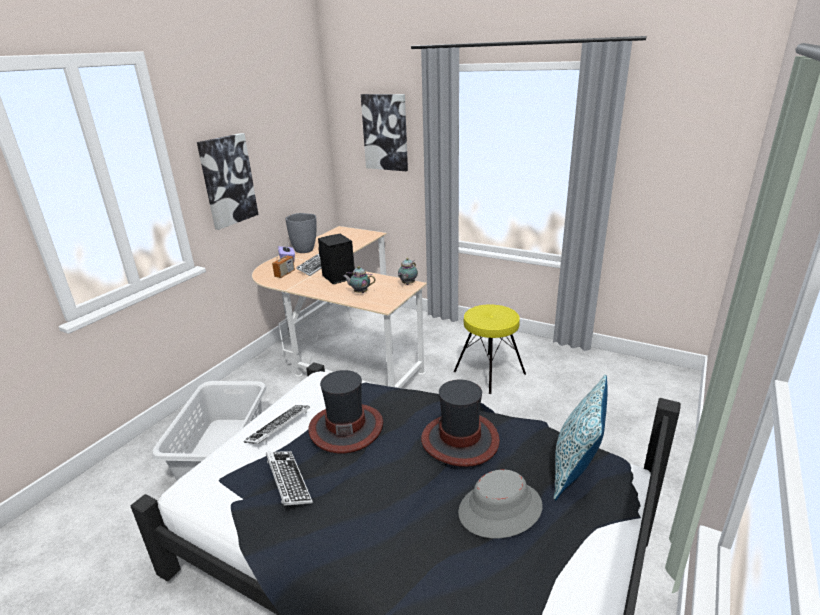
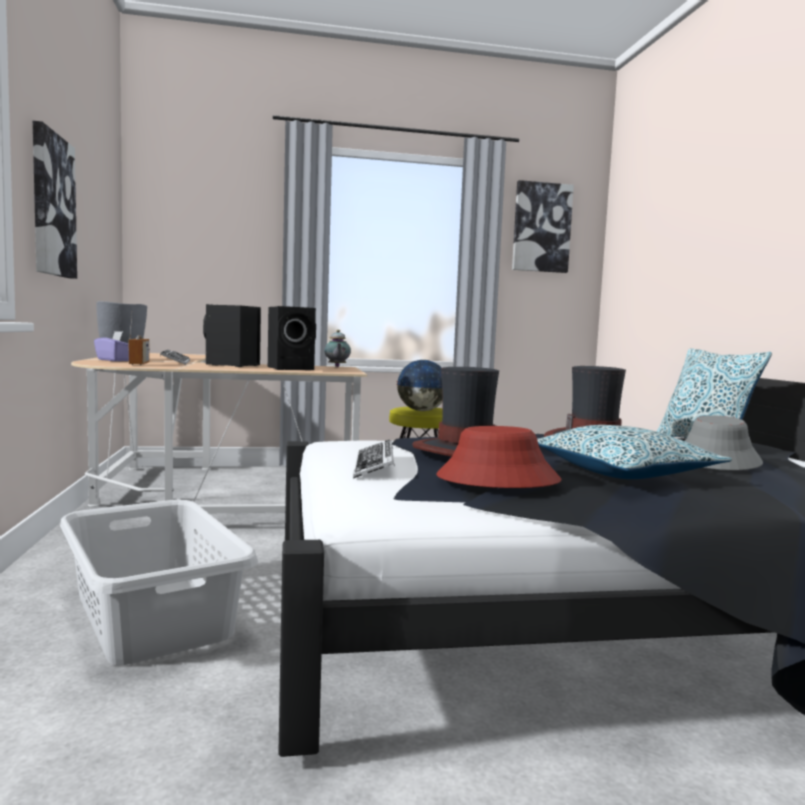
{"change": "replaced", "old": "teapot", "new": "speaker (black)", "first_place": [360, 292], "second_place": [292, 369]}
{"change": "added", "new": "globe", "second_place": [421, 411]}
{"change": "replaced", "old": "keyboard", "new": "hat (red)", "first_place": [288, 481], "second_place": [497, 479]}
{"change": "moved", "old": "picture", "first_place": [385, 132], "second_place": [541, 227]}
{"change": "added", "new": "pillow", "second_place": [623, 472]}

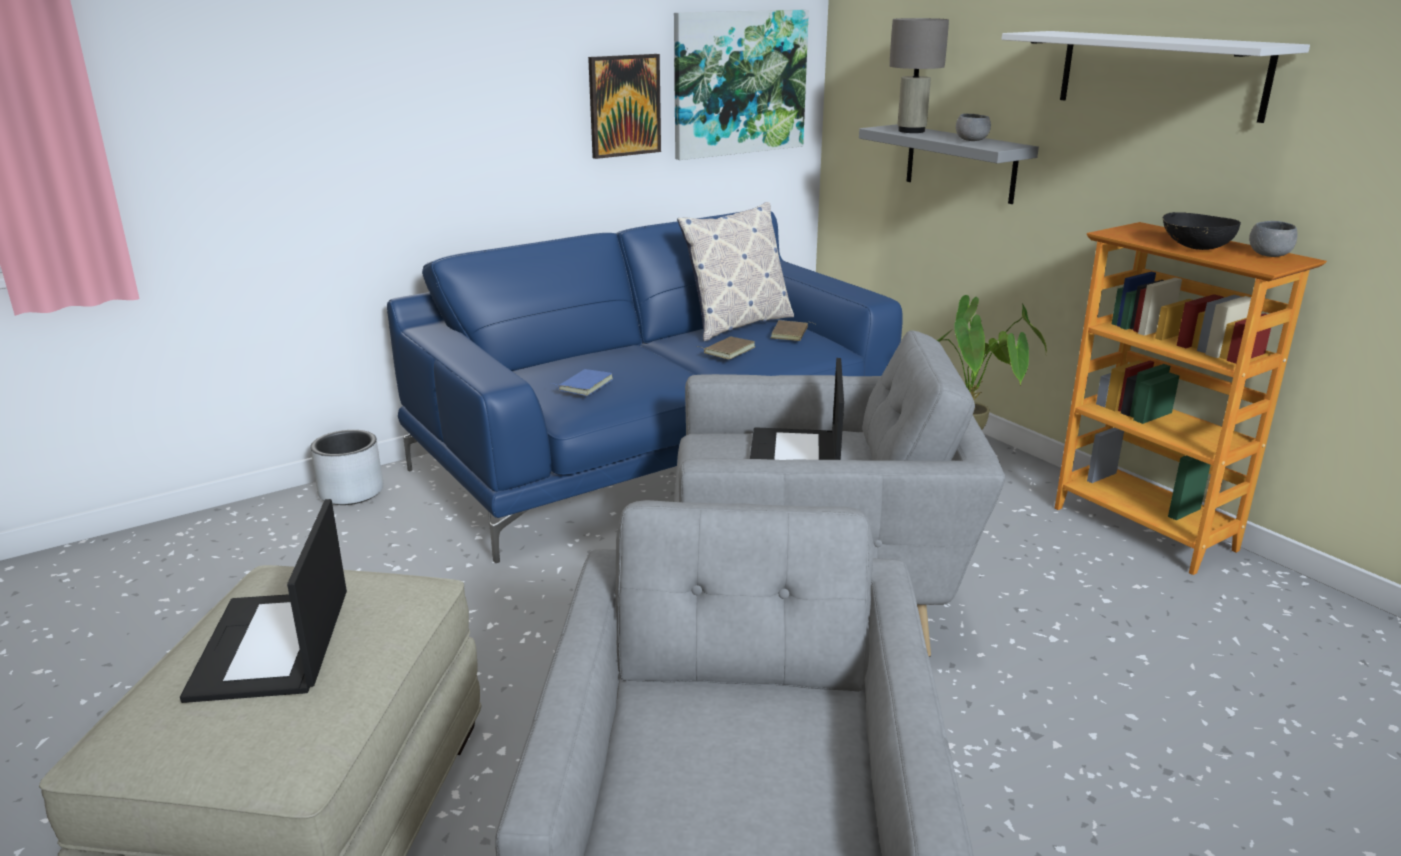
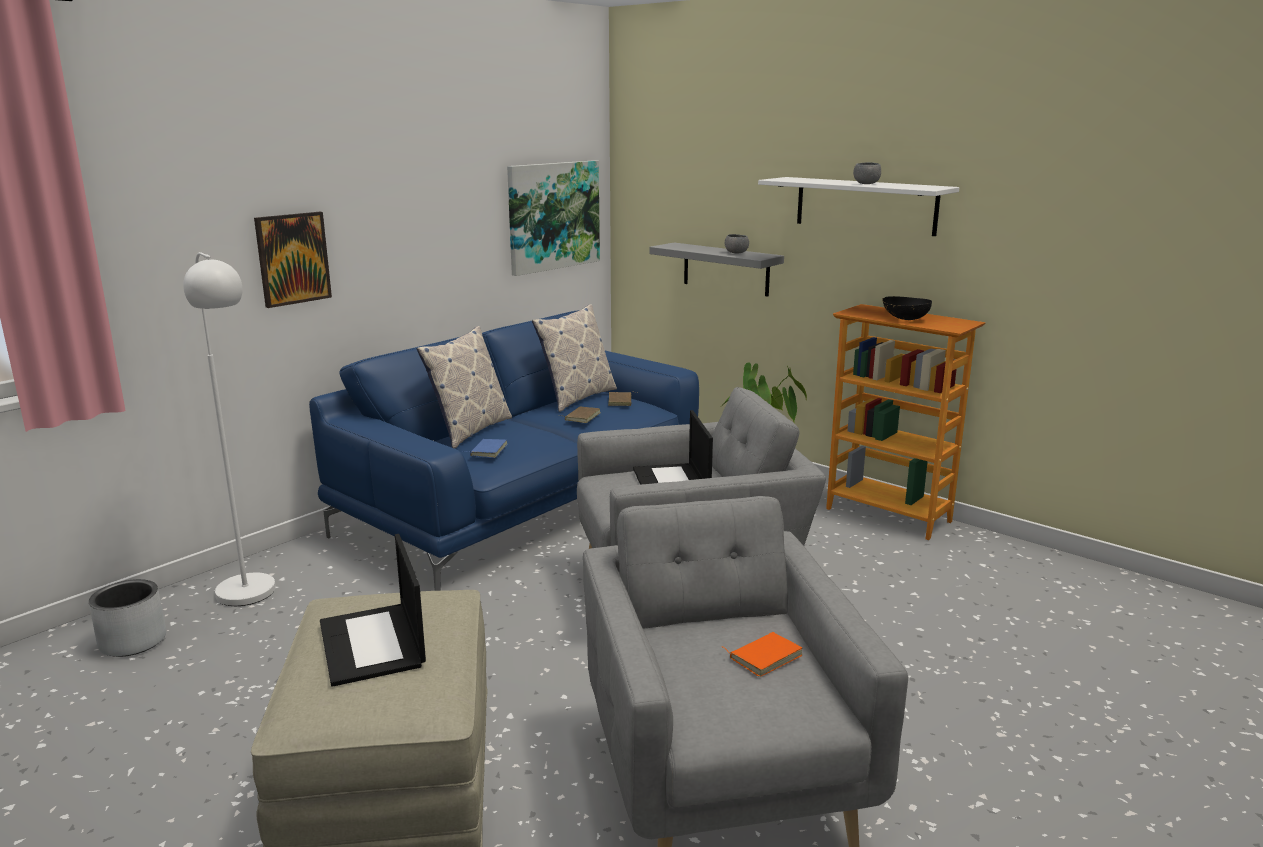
{"change": "moved", "old": "planter (grey)", "first_place": [351, 492], "second_place": [133, 641]}
{"change": "added", "new": "floor lamp (white)", "second_place": [252, 599]}
{"change": "moved", "old": "picture", "first_place": [624, 105], "second_place": [292, 258]}
{"change": "added", "new": "pillow", "second_place": [469, 430]}
{"change": "added", "new": "book (orange)", "second_place": [764, 656]}
{"change": "moved", "old": "bowl (grey)", "first_place": [1269, 255], "second_place": [866, 184]}
{"change": "removed", "old": "table lamp (grey)", "first_place": [911, 131]}

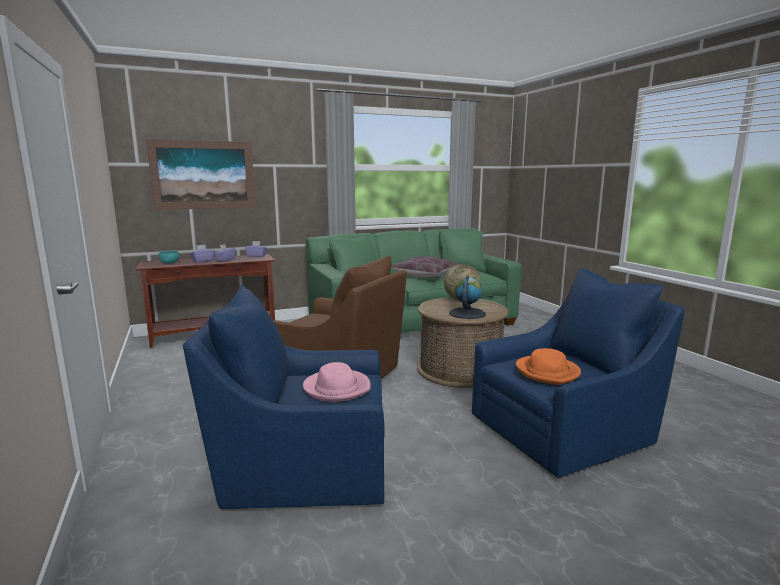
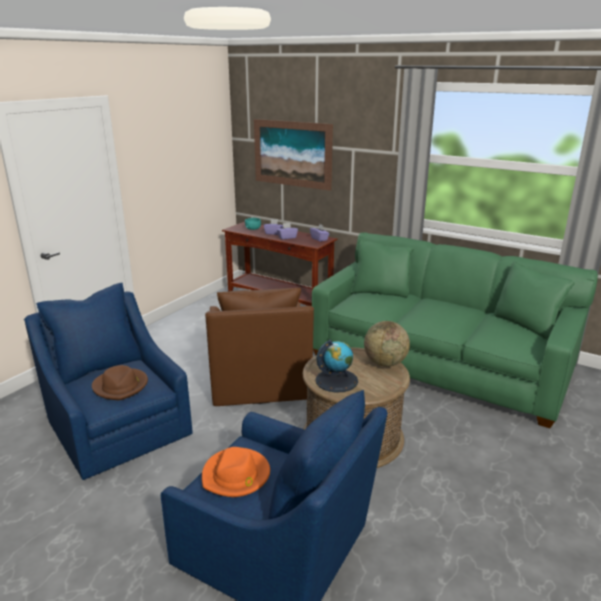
{"change": "recoloured", "old": "hat (pink)", "new": "hat (brown)", "first_place": [337, 388], "second_place": [121, 386]}
{"change": "removed", "old": "pillow (brown)", "first_place": [424, 275]}

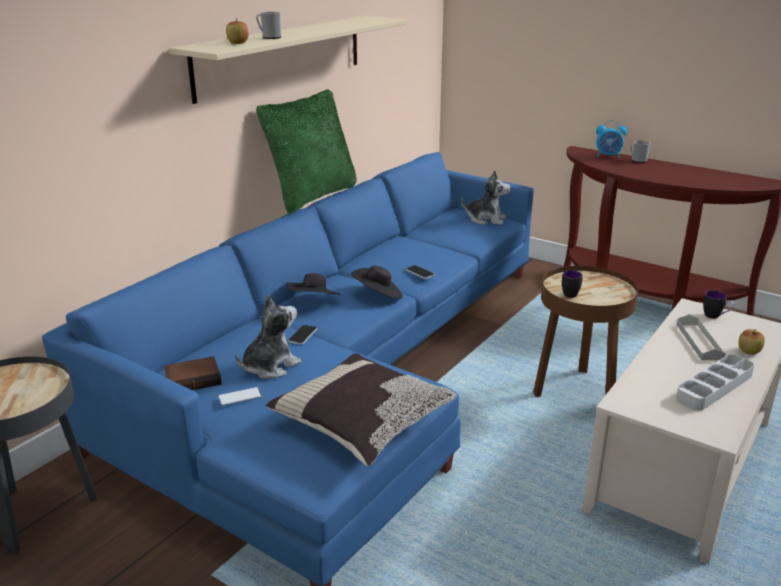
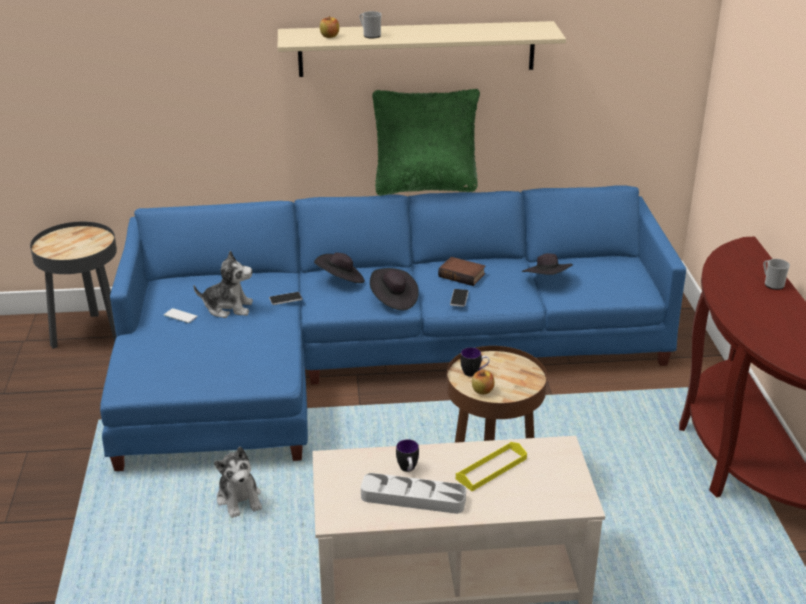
{"change": "moved", "old": "plush toy", "first_place": [486, 219], "second_place": [239, 499]}
{"change": "moved", "old": "mug", "first_place": [715, 316], "second_place": [408, 470]}
{"change": "moved", "old": "book", "first_place": [193, 379], "second_place": [463, 275]}
{"change": "recoloured", "old": "tray (grey)", "new": "tray (yellow)", "first_place": [699, 341], "second_place": [491, 469]}
{"change": "moved", "old": "apple", "first_place": [749, 351], "second_place": [482, 391]}
{"change": "added", "new": "hat (black)", "second_place": [547, 280]}
{"change": "removed", "old": "pillow", "first_place": [362, 422]}
{"change": "removed", "old": "alarm clock", "first_place": [608, 156]}

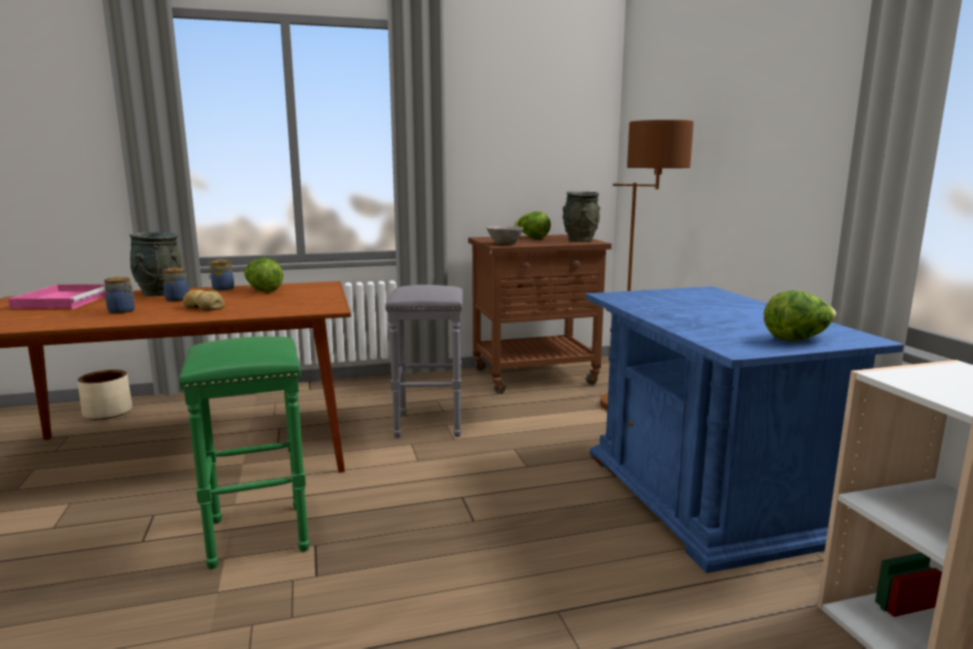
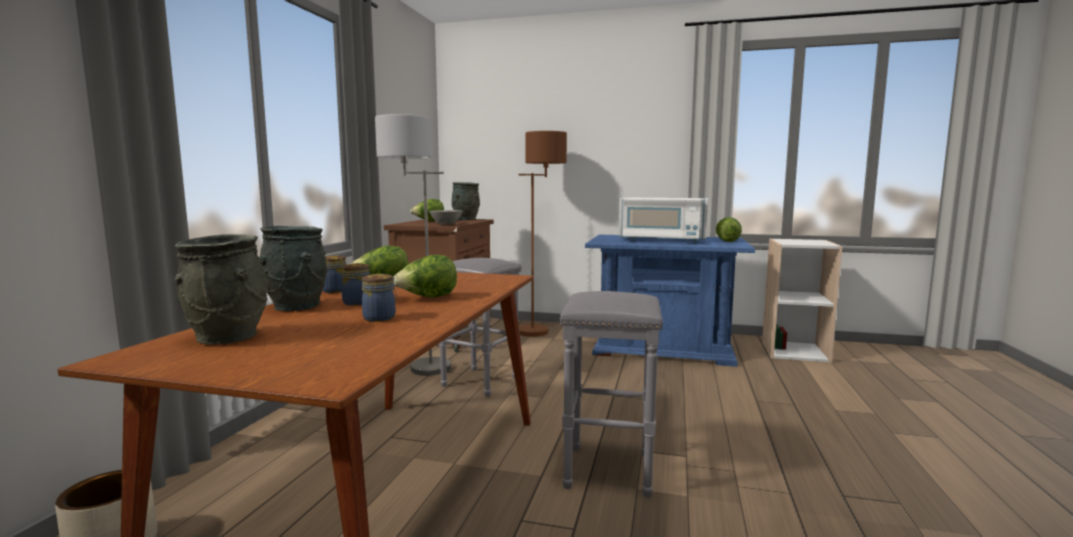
{"change": "replaced", "old": "tray (pink)", "new": "vase (grey)", "first_place": [65, 300], "second_place": [228, 337]}
{"change": "added", "new": "floor lamp (grey)", "second_place": [418, 370]}
{"change": "replaced", "old": "bread", "new": "lettuce", "first_place": [203, 307], "second_place": [427, 298]}
{"change": "recoloured", "old": "stool (green)", "new": "stool (grey)", "first_place": [256, 536], "second_place": [610, 471]}
{"change": "added", "new": "microwave (white)", "second_place": [662, 240]}

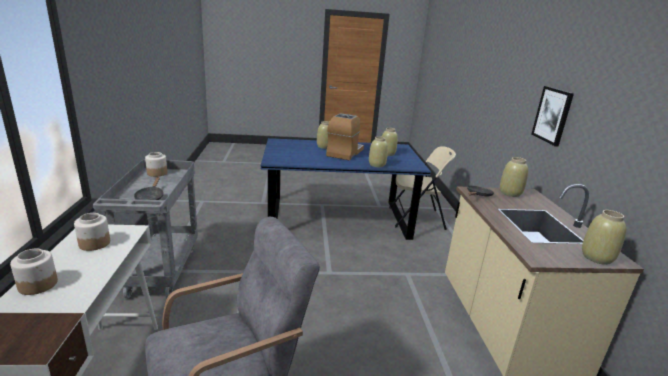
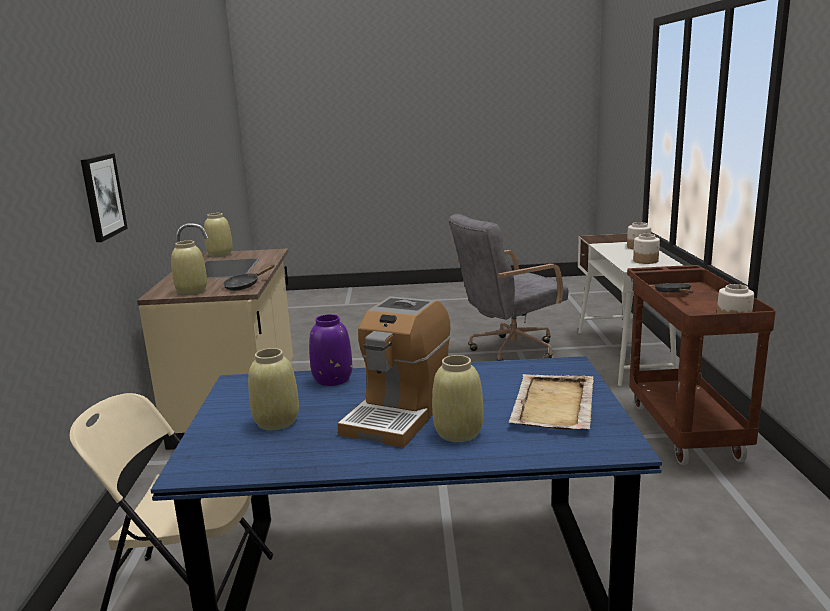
{"change": "recoloured", "old": "vase (beige)", "new": "vase (purple)", "first_place": [377, 165], "second_place": [332, 379]}
{"change": "added", "new": "tray (beige)", "second_place": [552, 405]}
{"change": "recoloured", "old": "cart (grey)", "new": "cart (brown)", "first_place": [161, 274], "second_place": [681, 429]}

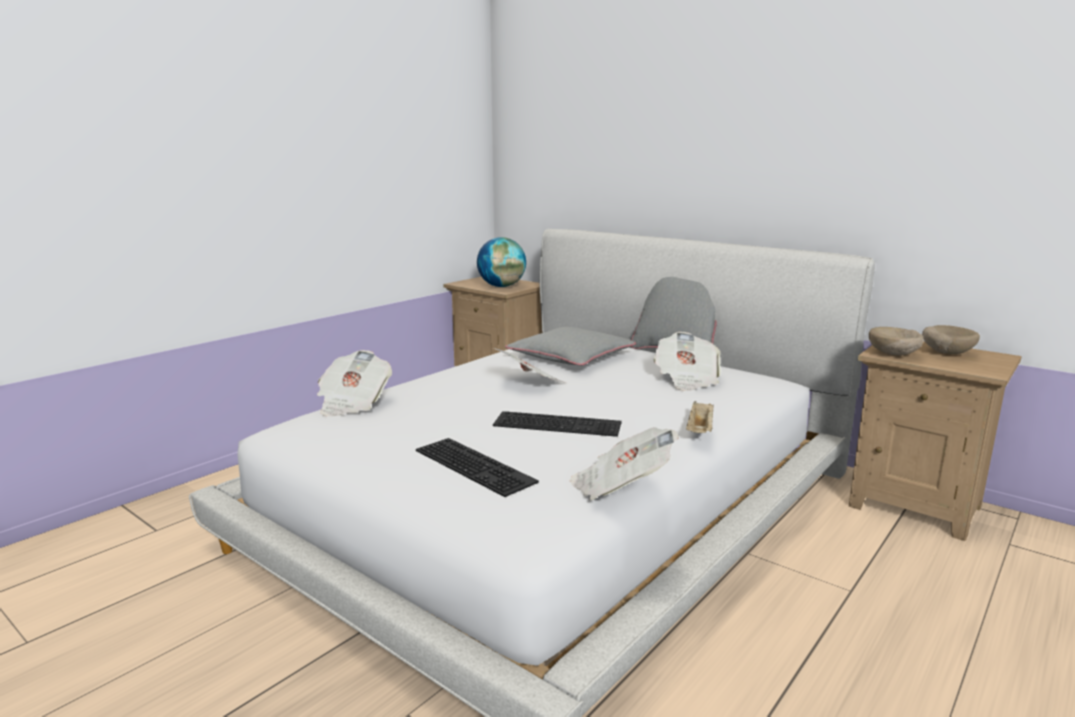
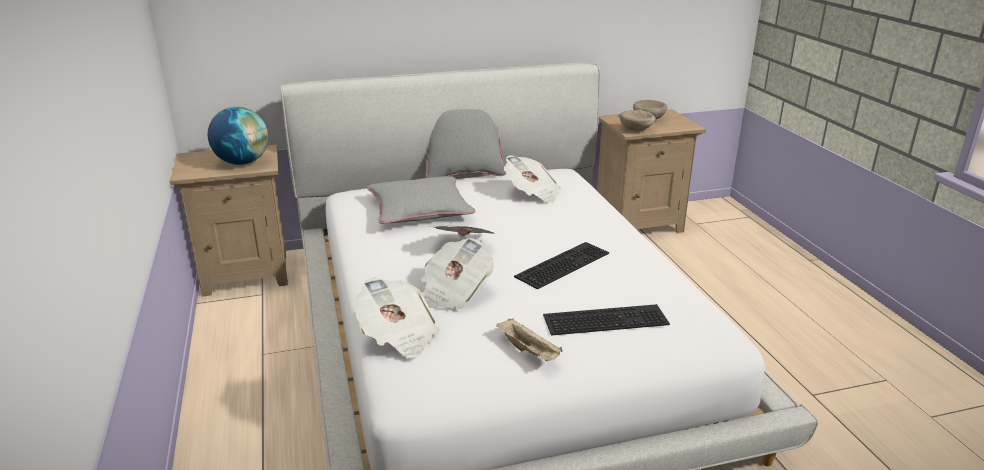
{"change": "moved", "old": "newspaper", "first_place": [621, 487], "second_place": [453, 293]}
{"change": "moved", "old": "tray (beige)", "first_place": [700, 430], "second_place": [529, 351]}

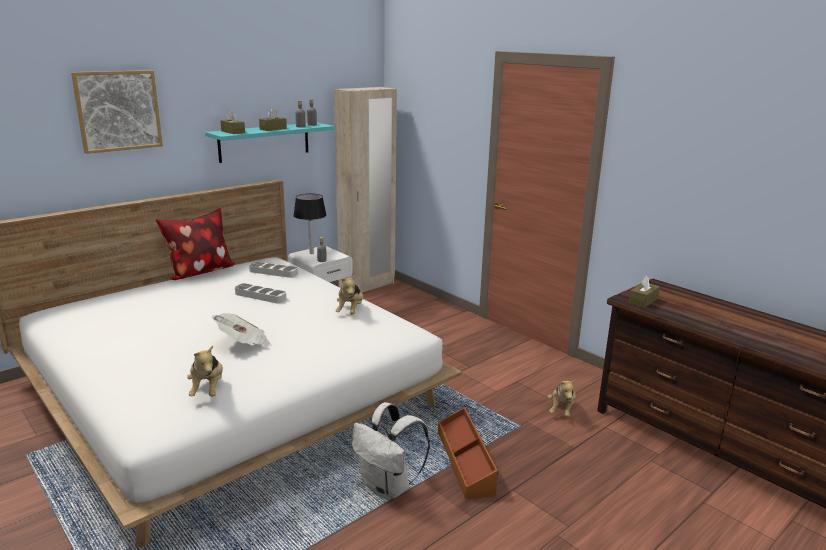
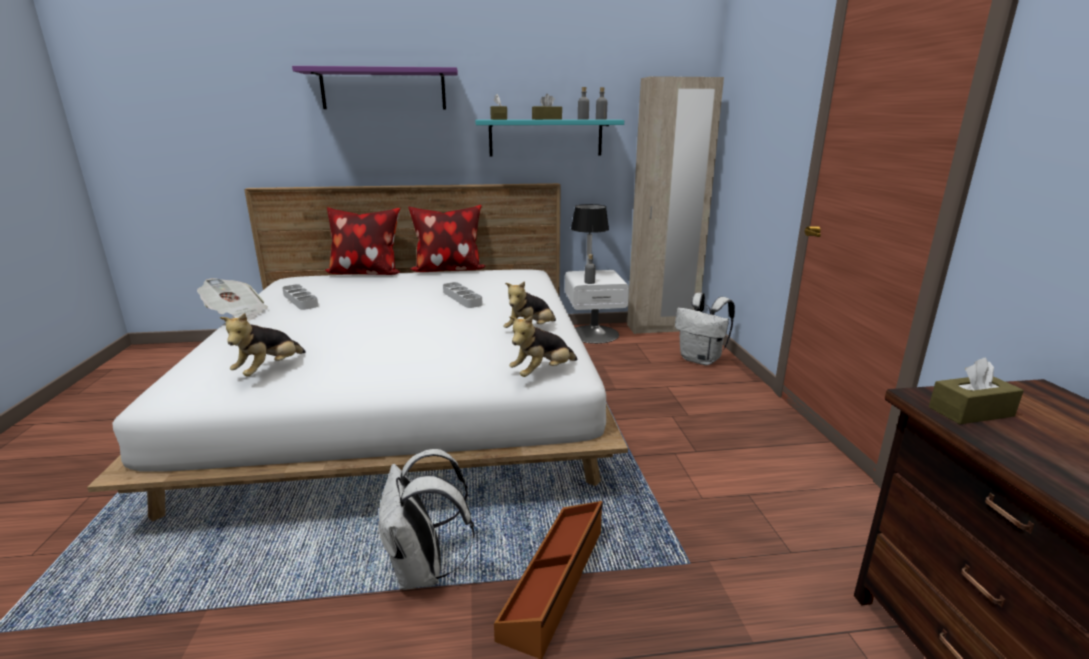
{"change": "moved", "old": "newspaper", "first_place": [244, 343], "second_place": [236, 314]}
{"change": "moved", "old": "tray (grey)", "first_place": [273, 272], "second_place": [300, 300]}
{"change": "replaced", "old": "picture", "new": "shelf (purple)", "first_place": [118, 111], "second_place": [383, 89]}
{"change": "added", "new": "pillow", "second_place": [365, 273]}
{"change": "moved", "old": "plush toy", "first_place": [561, 410], "second_place": [542, 373]}
{"change": "added", "new": "backpack (white)", "second_place": [701, 360]}

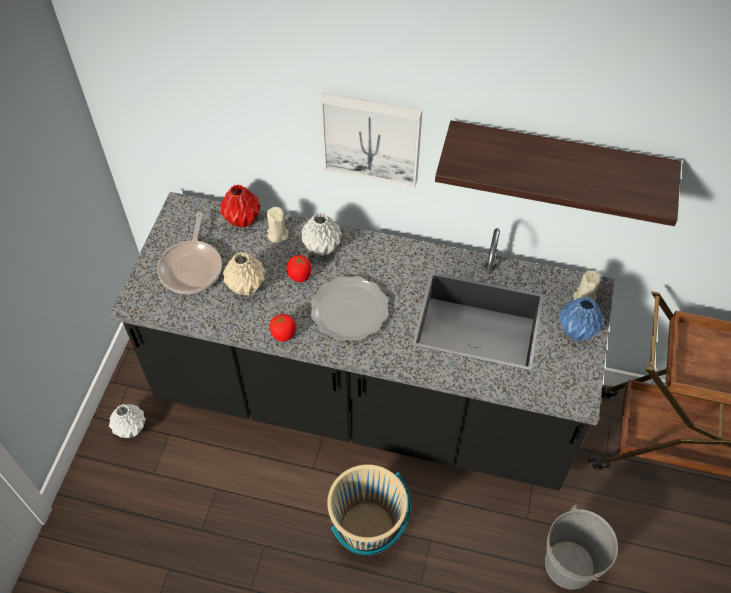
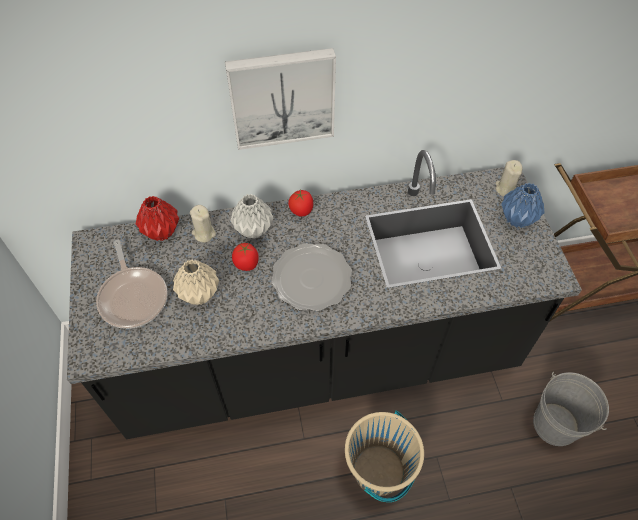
{"change": "moved", "old": "tomato", "first_place": [284, 334], "second_place": [301, 210]}
{"change": "removed", "old": "vase (white)", "first_place": [131, 428]}
{"change": "removed", "old": "shelf", "first_place": [557, 164]}

